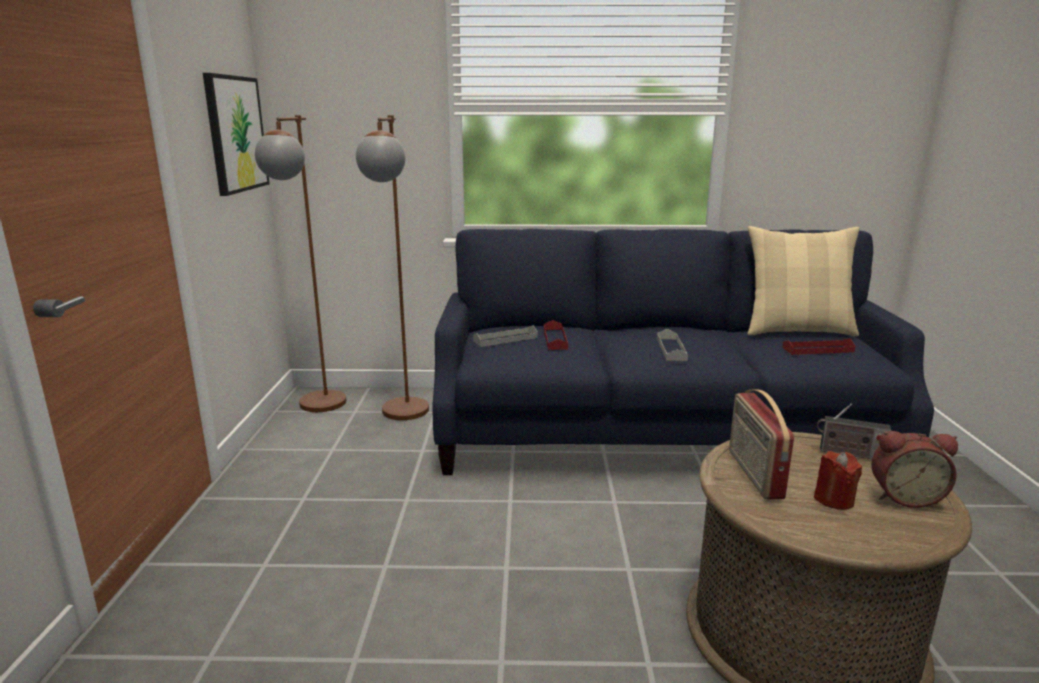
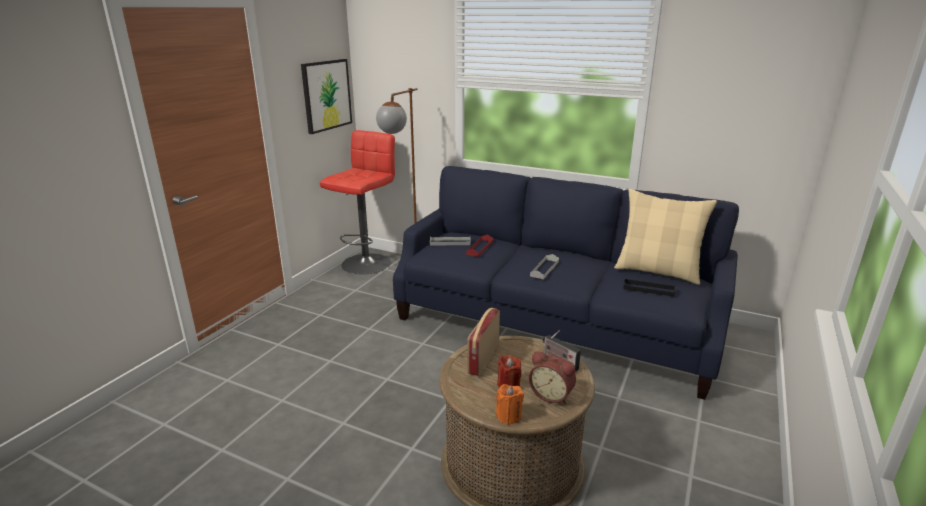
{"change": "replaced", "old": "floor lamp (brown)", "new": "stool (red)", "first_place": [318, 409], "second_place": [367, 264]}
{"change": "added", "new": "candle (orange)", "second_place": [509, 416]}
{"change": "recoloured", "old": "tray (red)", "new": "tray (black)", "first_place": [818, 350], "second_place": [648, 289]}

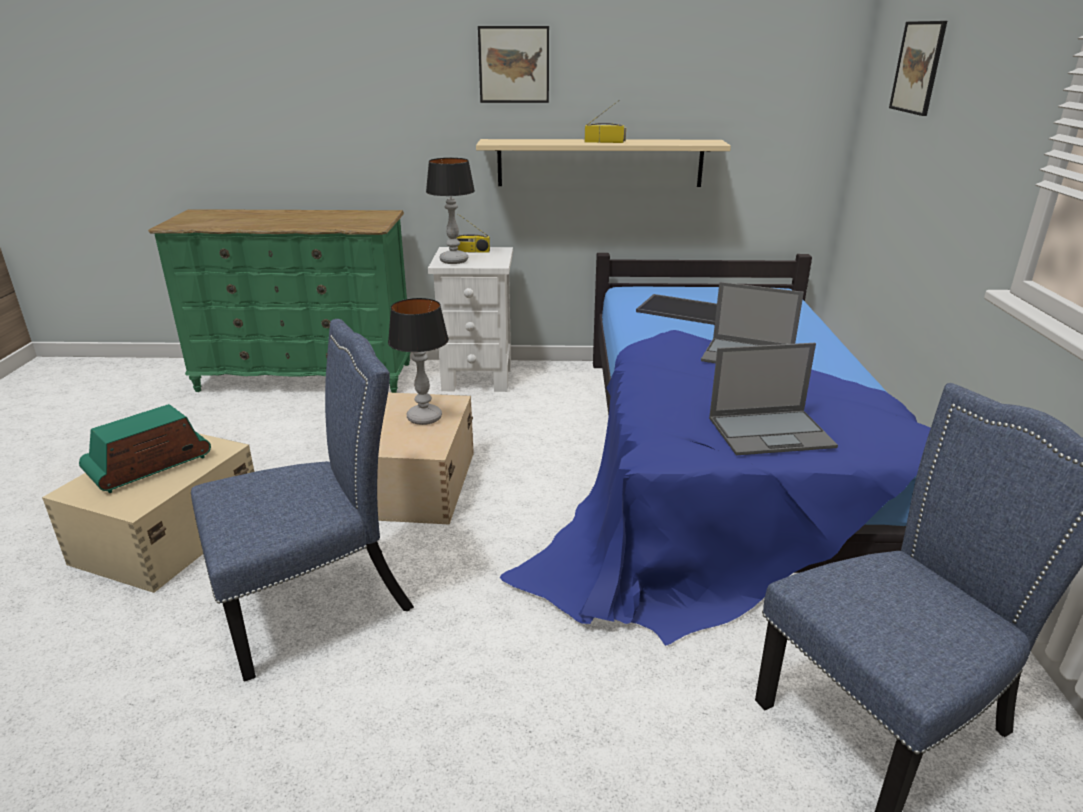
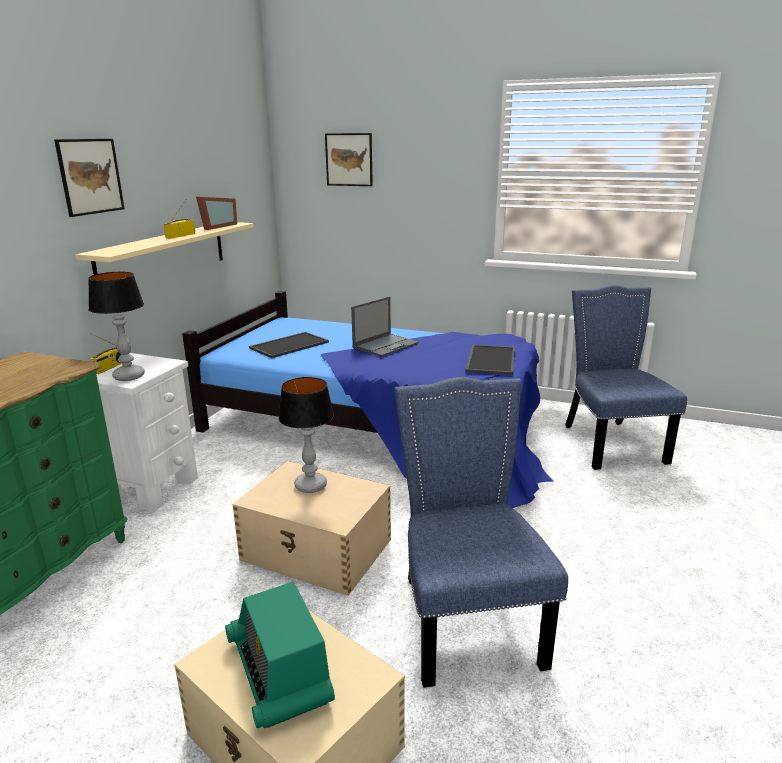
{"change": "added", "new": "picture frame", "second_place": [215, 227]}
{"change": "replaced", "old": "laptop", "new": "tray", "first_place": [772, 432], "second_place": [489, 359]}

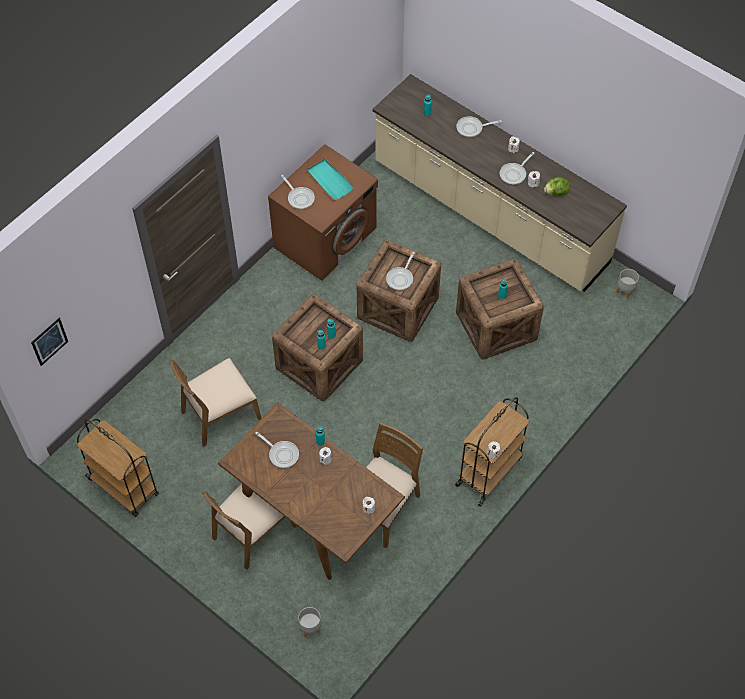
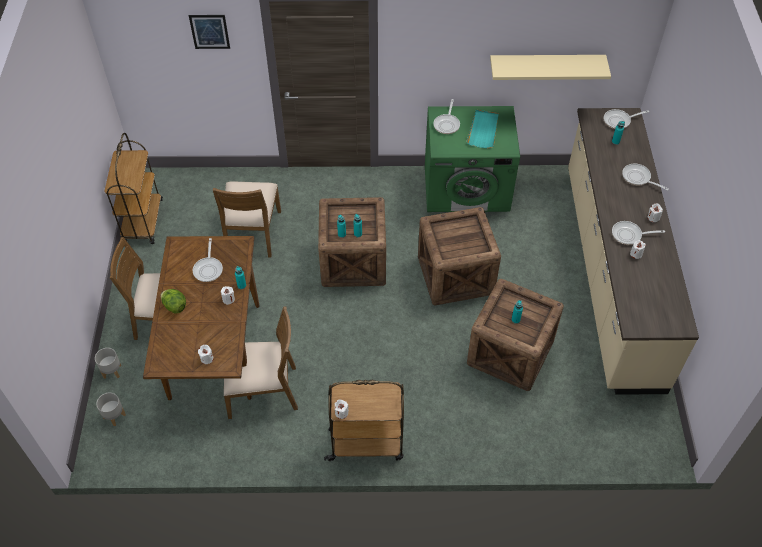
{"change": "moved", "old": "planter (grey)", "first_place": [625, 291], "second_place": [112, 371]}
{"change": "moved", "old": "lettuce", "first_place": [556, 192], "second_place": [174, 306]}
{"change": "moved", "old": "picture", "first_place": [49, 341], "second_place": [209, 31]}
{"change": "turned", "old": "chair (brown)", "first_place": [219, 414], "second_place": [252, 233], "degrees": -105}
{"change": "recoloured", "old": "washing machine (brown)", "new": "washing machine (green)", "first_place": [327, 240], "second_place": [467, 191]}
{"change": "added", "new": "shelf (beige)", "second_place": [546, 65]}
{"change": "moved", "old": "frying pan", "first_place": [401, 278], "second_place": [619, 121]}

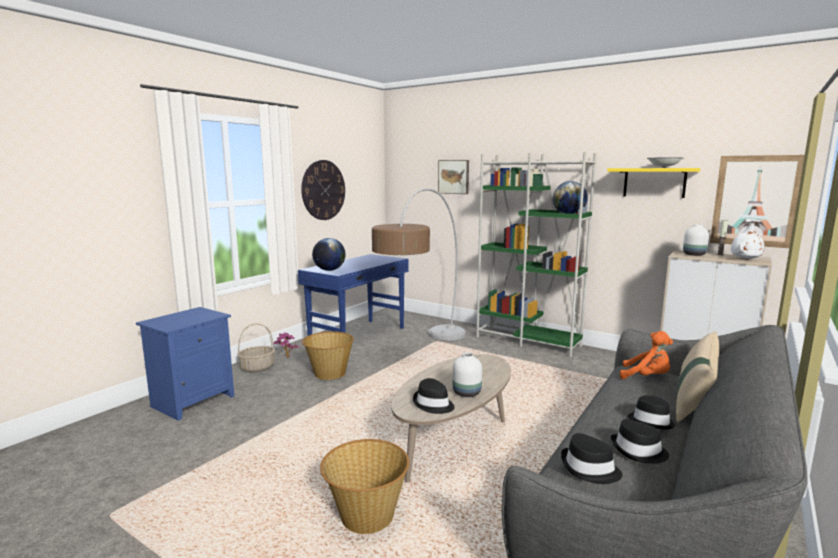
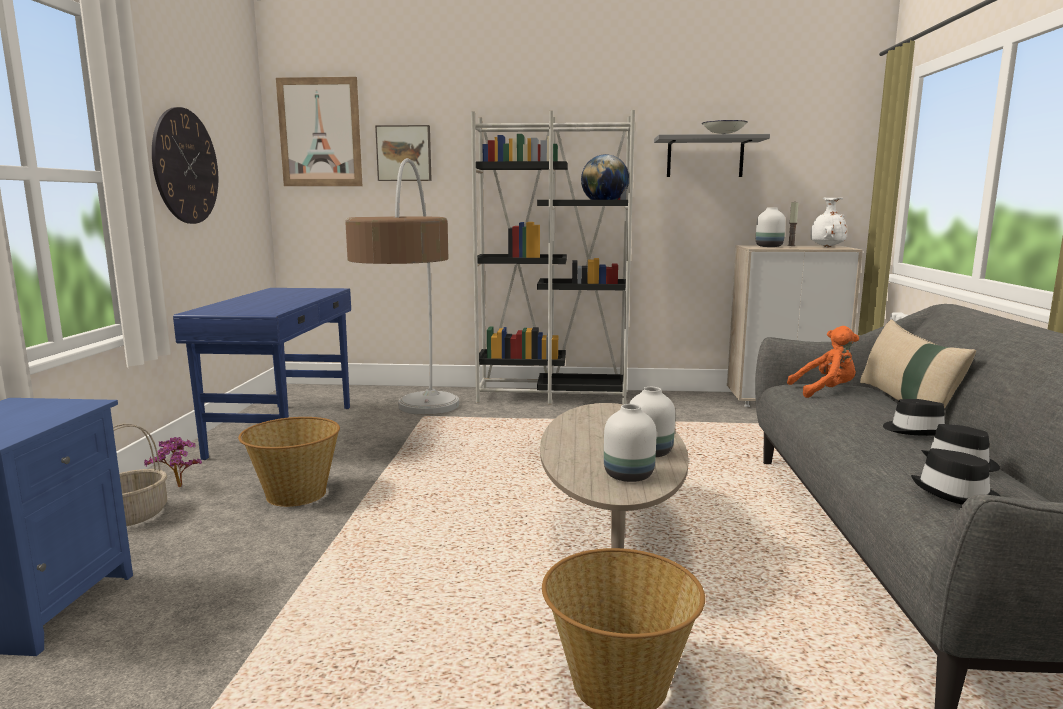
{"change": "moved", "old": "picture", "first_place": [755, 201], "second_place": [320, 132]}
{"change": "recoloured", "old": "bookcase (green)", "new": "bookcase (black)", "first_place": [528, 342], "second_place": [552, 397]}
{"change": "replaced", "old": "hat (black)", "new": "vase (white)", "first_place": [433, 404], "second_place": [629, 476]}
{"change": "recoloured", "old": "shelf (yellow)", "new": "shelf (grey)", "first_place": [654, 182], "second_place": [705, 157]}
{"change": "removed", "old": "globe", "first_place": [329, 270]}

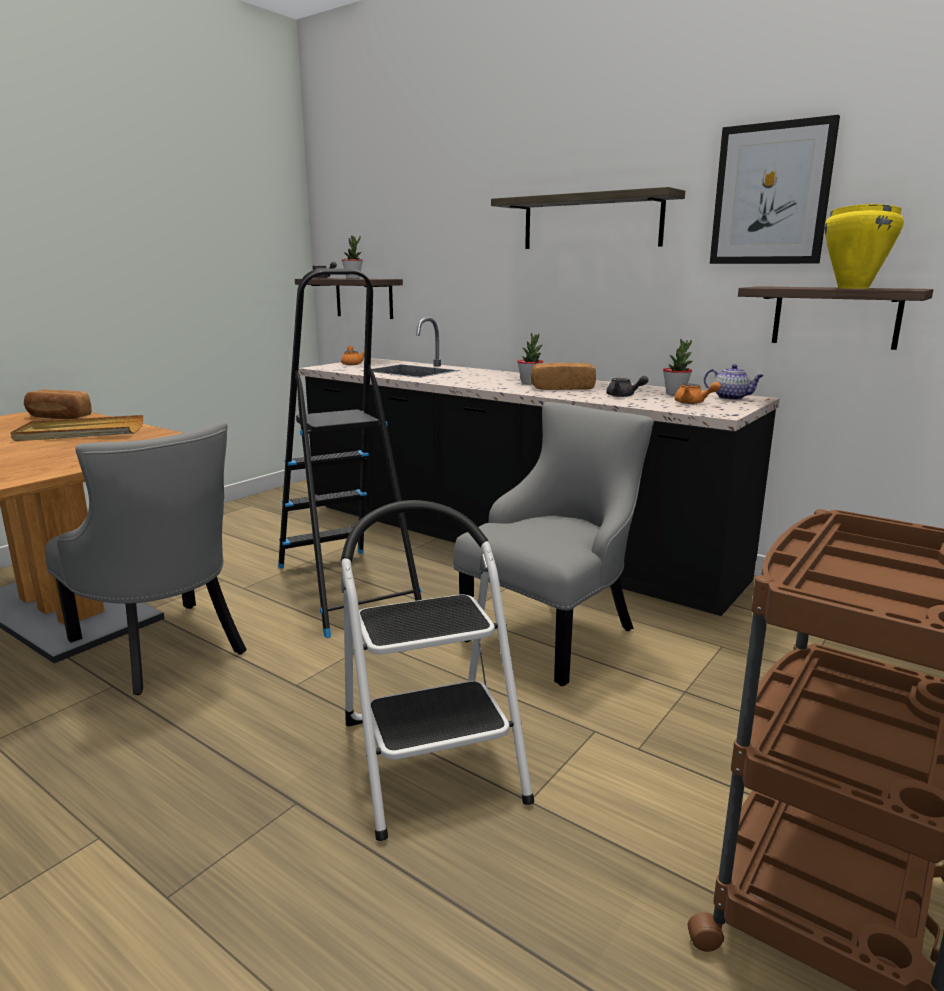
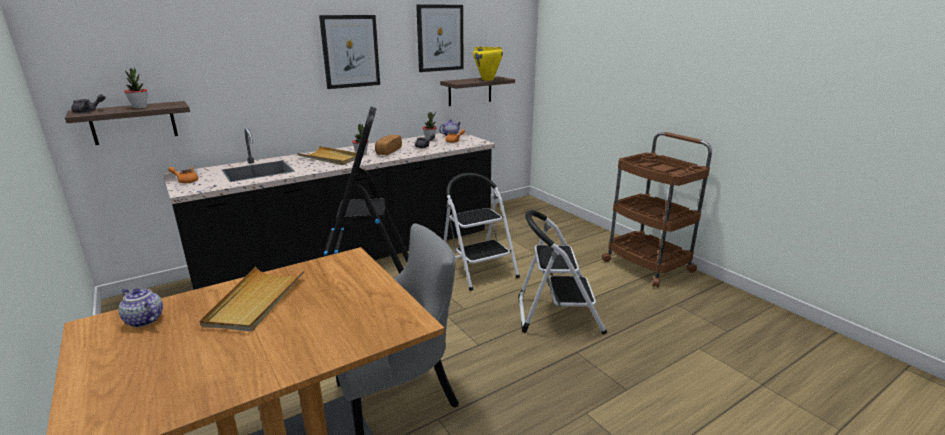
{"change": "replaced", "old": "bread", "new": "teapot", "first_place": [58, 417], "second_place": [143, 320]}
{"change": "added", "new": "tray (beige)", "second_place": [330, 158]}
{"change": "replaced", "old": "shelf", "new": "picture", "first_place": [591, 222], "second_place": [350, 51]}
{"change": "replaced", "old": "chair (grey)", "new": "step ladder", "first_place": [550, 638], "second_place": [478, 268]}

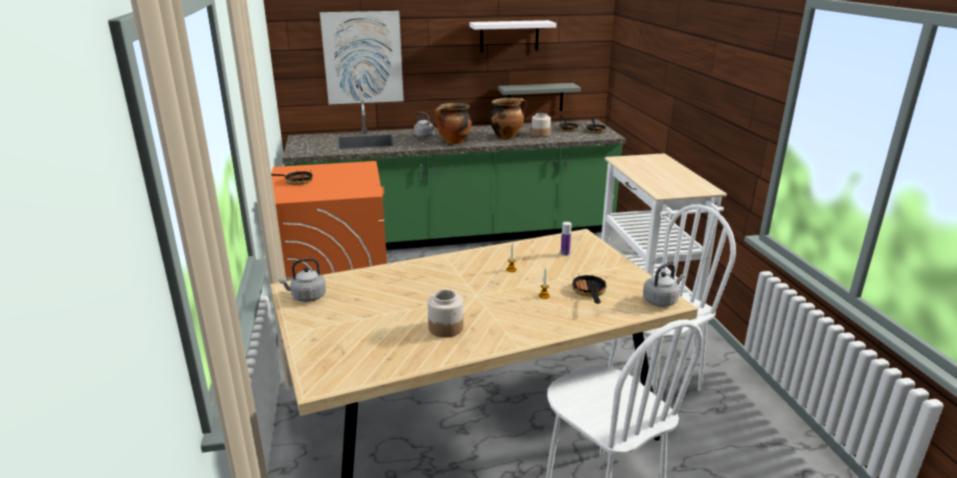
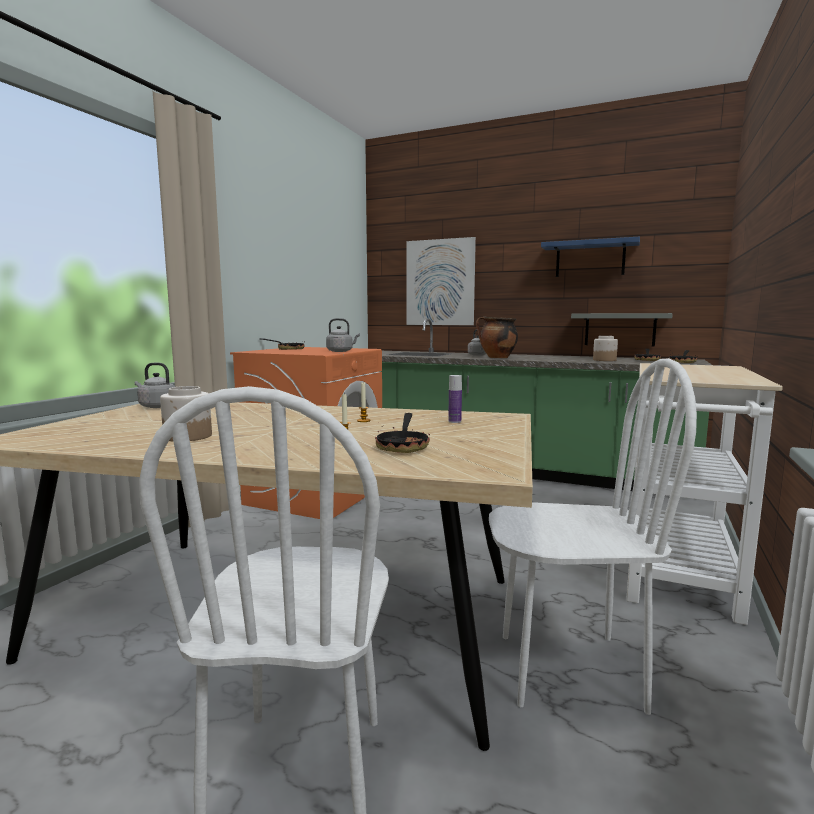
{"change": "moved", "old": "kettle (grey)", "first_place": [661, 301], "second_place": [341, 351]}
{"change": "turned", "old": "frying pan", "first_place": [589, 293], "second_place": [403, 446], "degrees": 150}
{"change": "recoloured", "old": "shelf (white)", "new": "shelf (blue)", "first_place": [509, 36], "second_place": [590, 259]}
{"change": "removed", "old": "cooking pot", "first_place": [506, 136]}

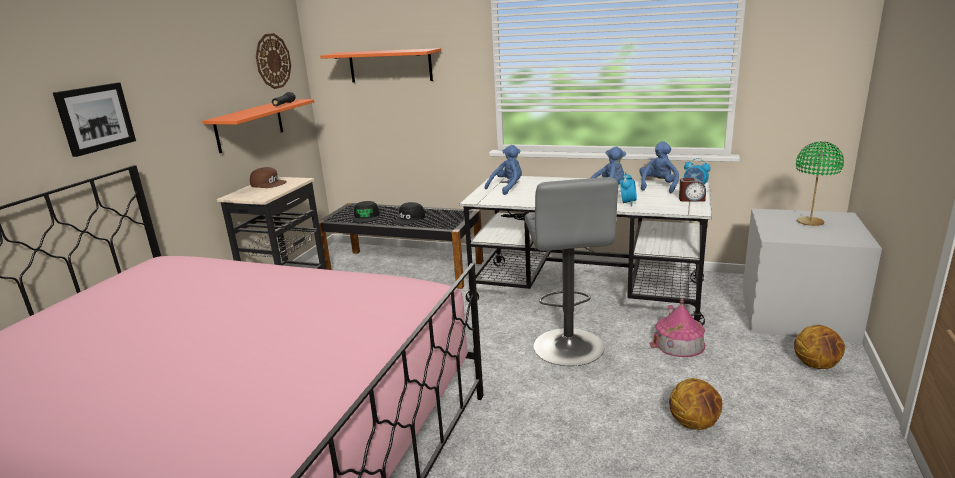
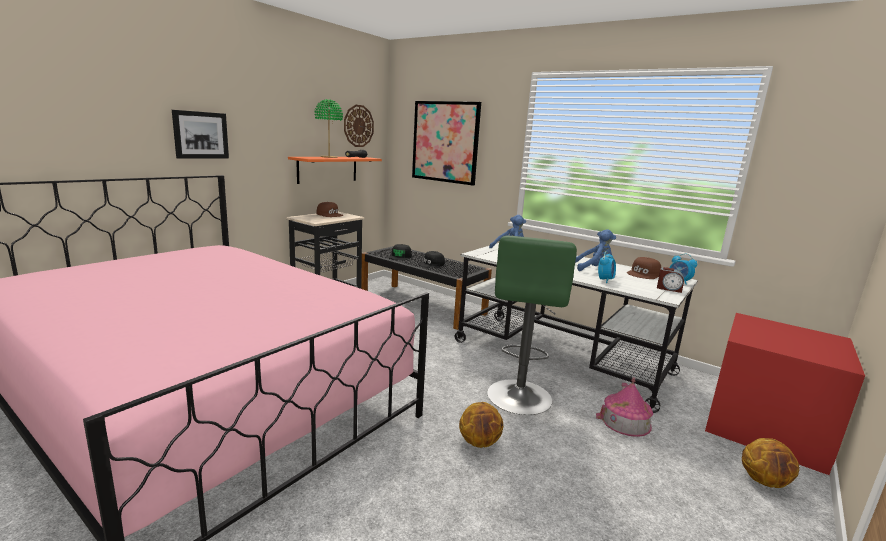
{"change": "moved", "old": "table lamp (green)", "first_place": [810, 222], "second_place": [329, 157]}
{"change": "replaced", "old": "shelf (orange)", "new": "picture", "first_place": [390, 66], "second_place": [445, 142]}
{"change": "moved", "old": "basketball", "first_place": [694, 423], "second_place": [480, 443]}
{"change": "recoloured", "old": "stool (grey)", "new": "stool (green)", "first_place": [568, 347], "second_place": [518, 397]}
{"change": "replaced", "old": "plush toy (blue)", "new": "cap (brown)", "first_place": [658, 187], "second_place": [644, 274]}
{"change": "recoloured", "old": "storage box (grey)", "new": "storage box (red)", "first_place": [794, 313], "second_place": [763, 426]}

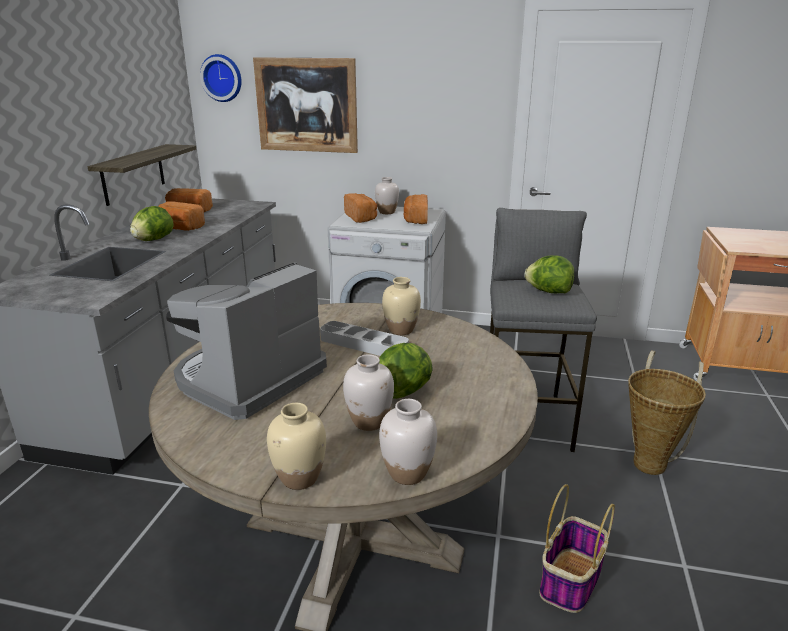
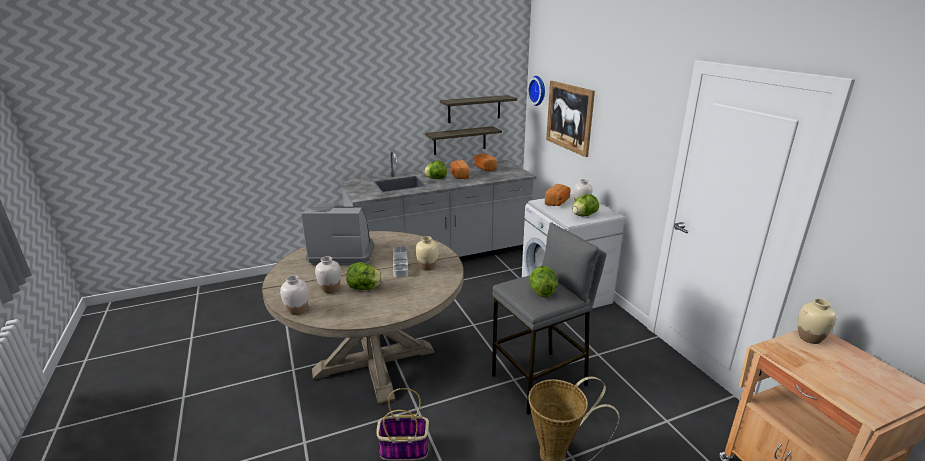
{"change": "added", "new": "shelf", "second_place": [474, 109]}
{"change": "replaced", "old": "bread", "new": "lettuce", "first_place": [415, 219], "second_place": [583, 215]}
{"change": "moved", "old": "vase (beige)", "first_place": [300, 478], "second_place": [809, 338]}

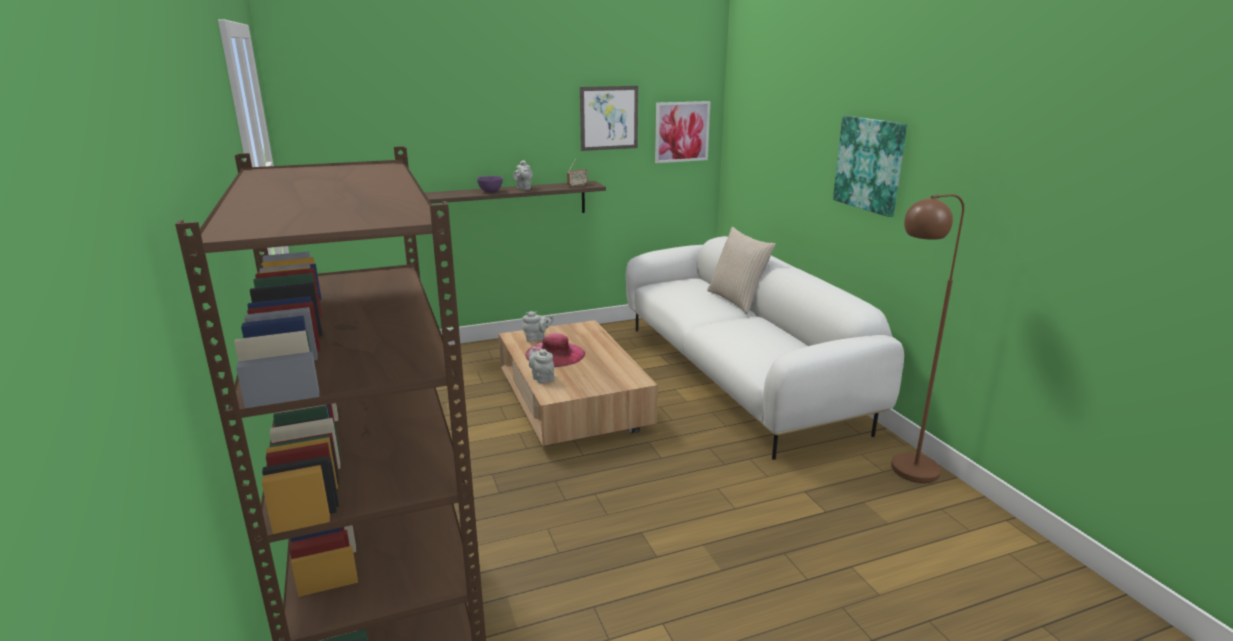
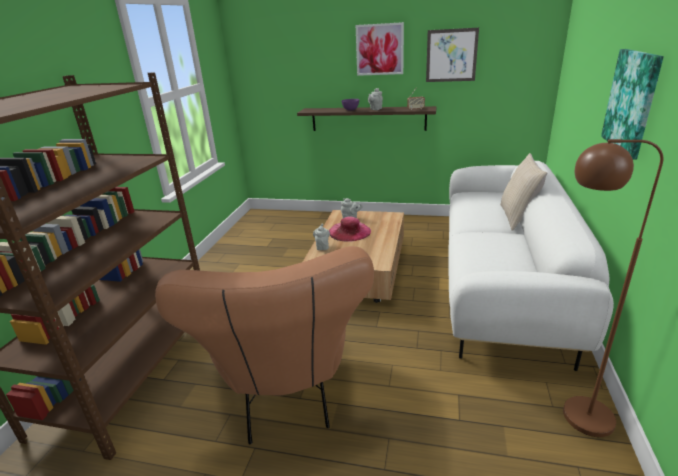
{"change": "added", "new": "armchair (brown)", "second_place": [286, 391]}
{"change": "moved", "old": "picture", "first_place": [681, 132], "second_place": [379, 49]}

